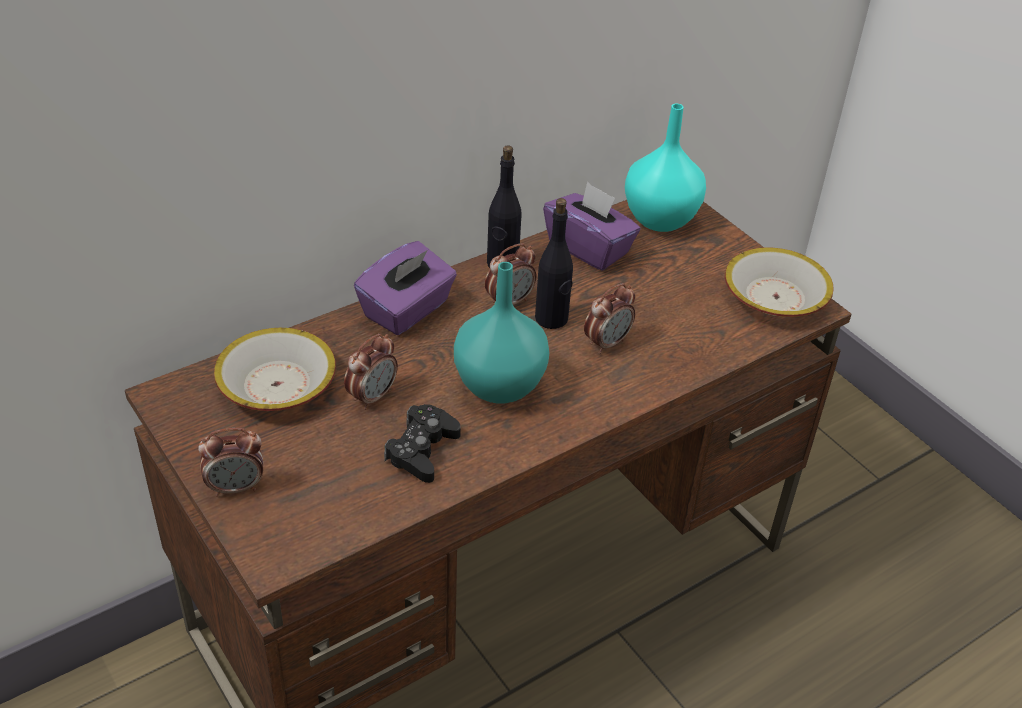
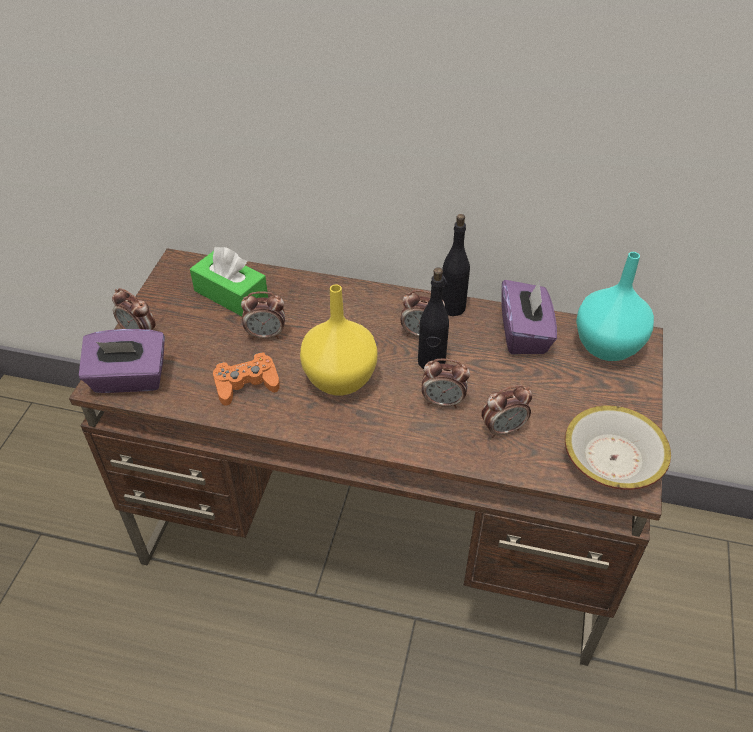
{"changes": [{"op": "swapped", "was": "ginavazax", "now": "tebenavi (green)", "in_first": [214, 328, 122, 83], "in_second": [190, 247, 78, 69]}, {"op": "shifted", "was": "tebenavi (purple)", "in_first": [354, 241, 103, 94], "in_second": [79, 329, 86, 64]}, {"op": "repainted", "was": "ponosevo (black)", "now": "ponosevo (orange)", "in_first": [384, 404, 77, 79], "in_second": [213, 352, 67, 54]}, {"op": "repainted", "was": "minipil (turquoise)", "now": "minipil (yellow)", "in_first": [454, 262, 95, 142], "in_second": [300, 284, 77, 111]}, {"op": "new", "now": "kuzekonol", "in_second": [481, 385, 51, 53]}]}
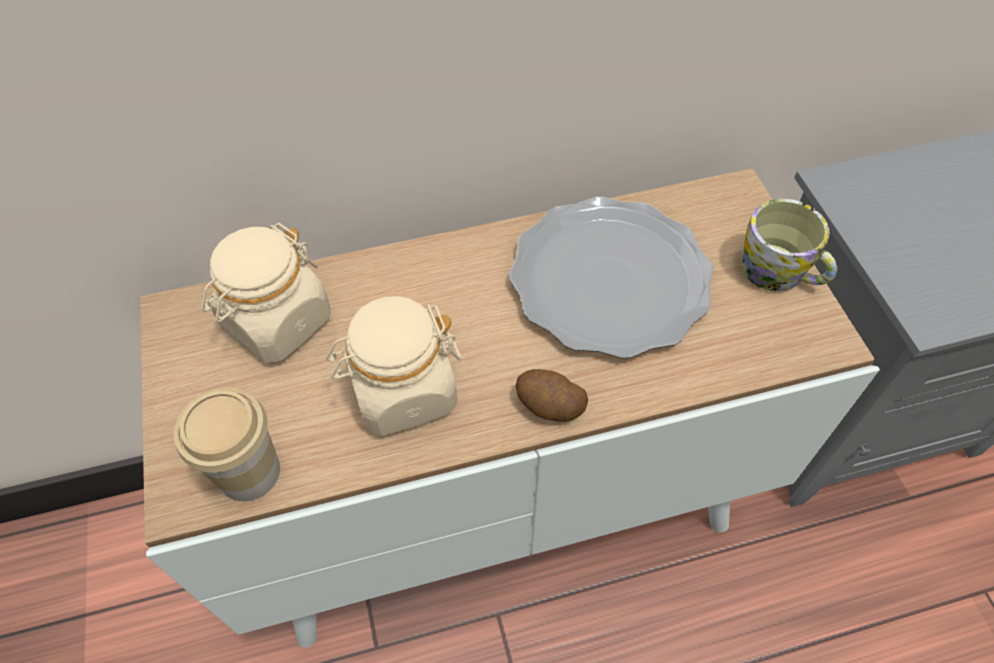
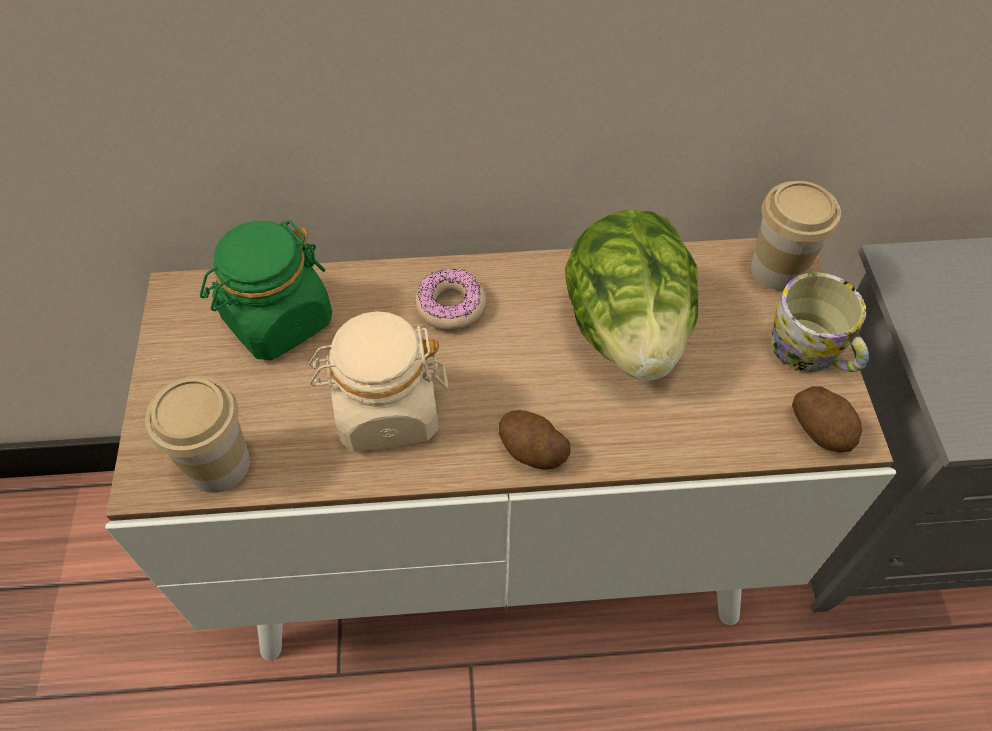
{"changes": [{"op": "repainted", "was": "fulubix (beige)", "now": "fulubix (green)", "in_first": [202, 223, 129, 140], "in_second": [200, 220, 132, 140]}, {"op": "swapped", "was": "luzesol", "now": "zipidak", "in_first": [509, 197, 205, 161], "in_second": [565, 210, 133, 171]}, {"op": "new", "now": "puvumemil", "in_second": [415, 269, 71, 61]}, {"op": "new", "now": "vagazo", "in_second": [751, 181, 90, 110]}, {"op": "new", "now": "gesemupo", "in_second": [792, 386, 70, 66]}]}
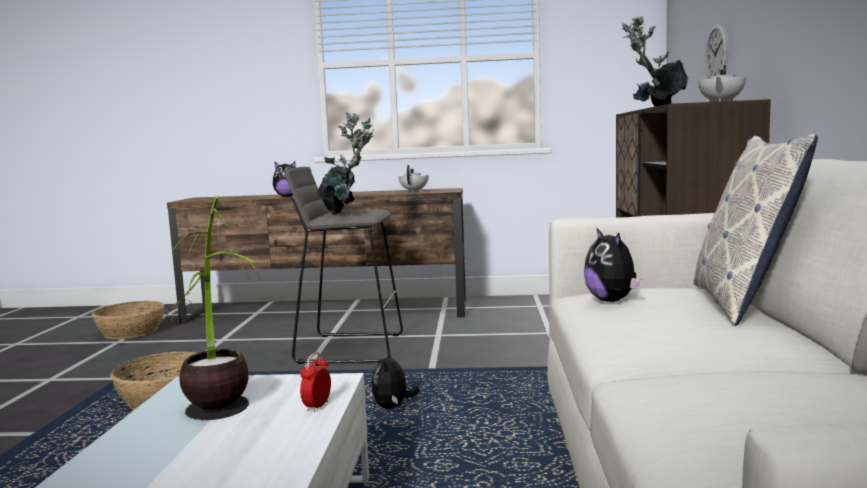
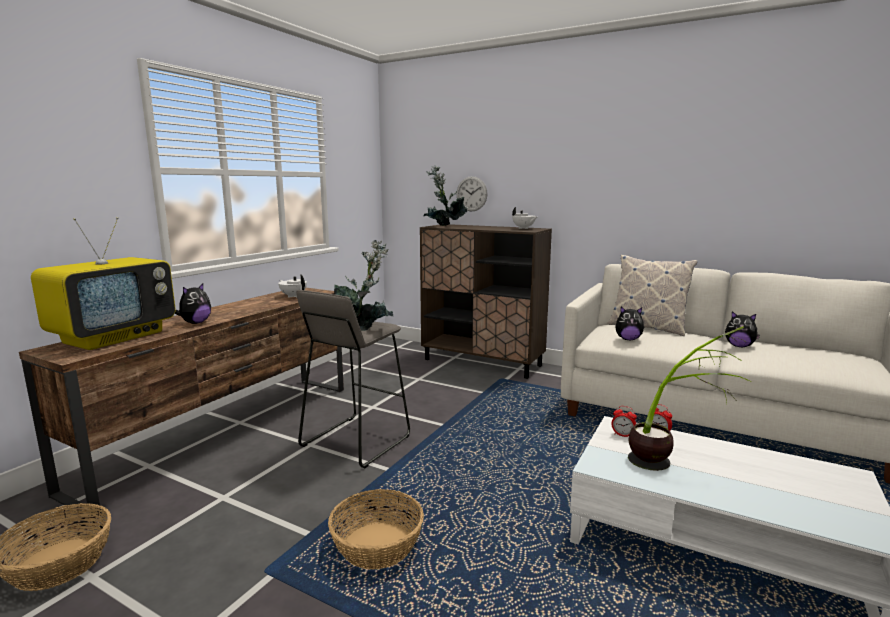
{"changes": [{"op": "shifted", "was": "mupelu", "in_first": [371, 351, 48, 58], "in_second": [725, 311, 35, 36]}, {"op": "new", "now": "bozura", "in_second": [31, 217, 145, 133]}, {"op": "new", "now": "kuzekonol", "in_second": [611, 406, 26, 31]}]}
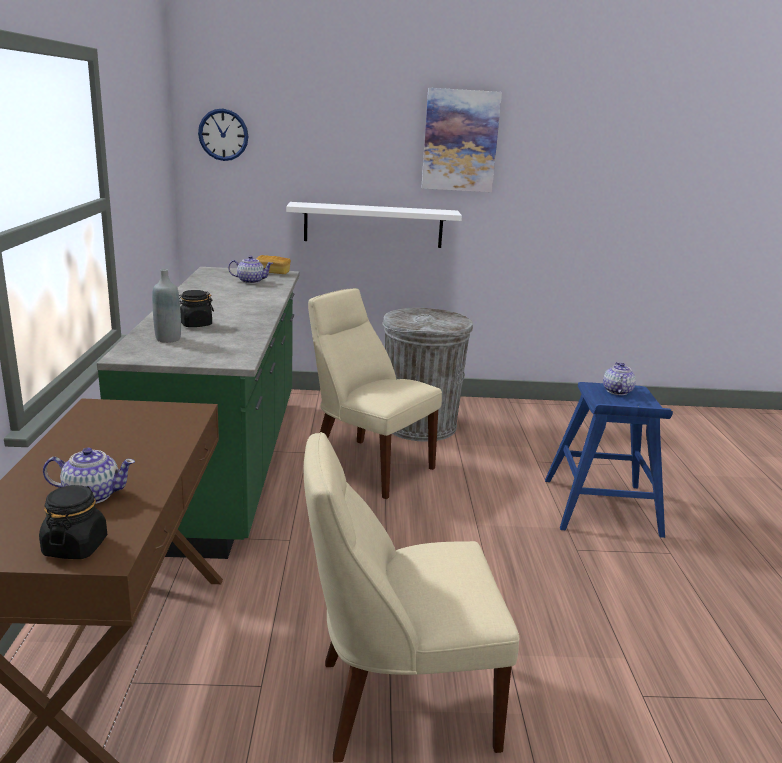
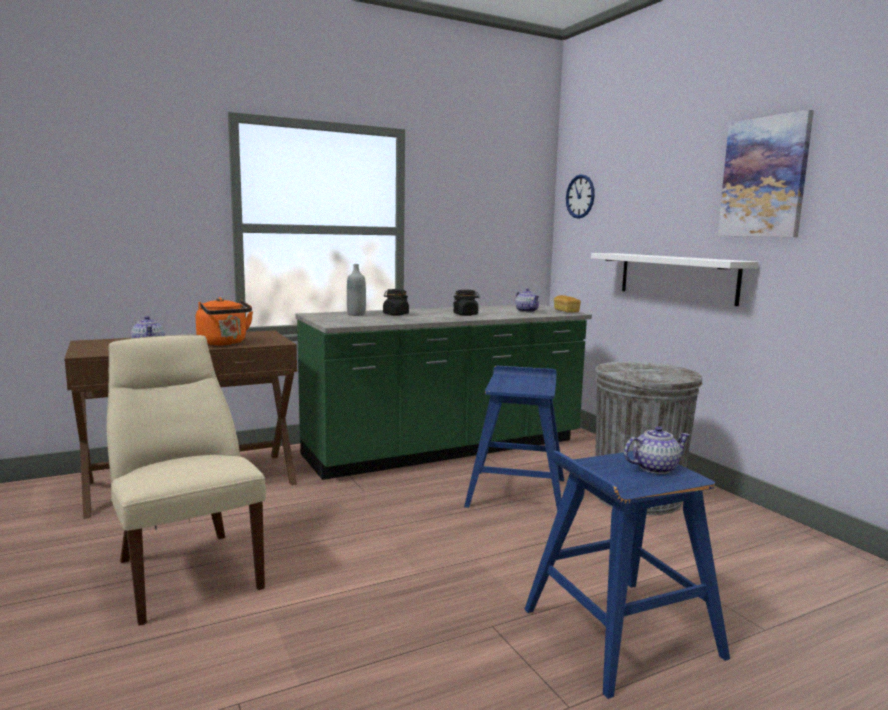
{"changes": [{"op": "shifted", "was": "fulubix (black)", "in_first": [39, 485, 68, 74], "in_second": [453, 290, 27, 26]}, {"op": "swapped", "was": "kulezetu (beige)", "now": "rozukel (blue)", "in_first": [308, 288, 134, 211], "in_second": [464, 366, 100, 145]}, {"op": "new", "now": "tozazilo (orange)", "in_second": [196, 297, 57, 49]}]}
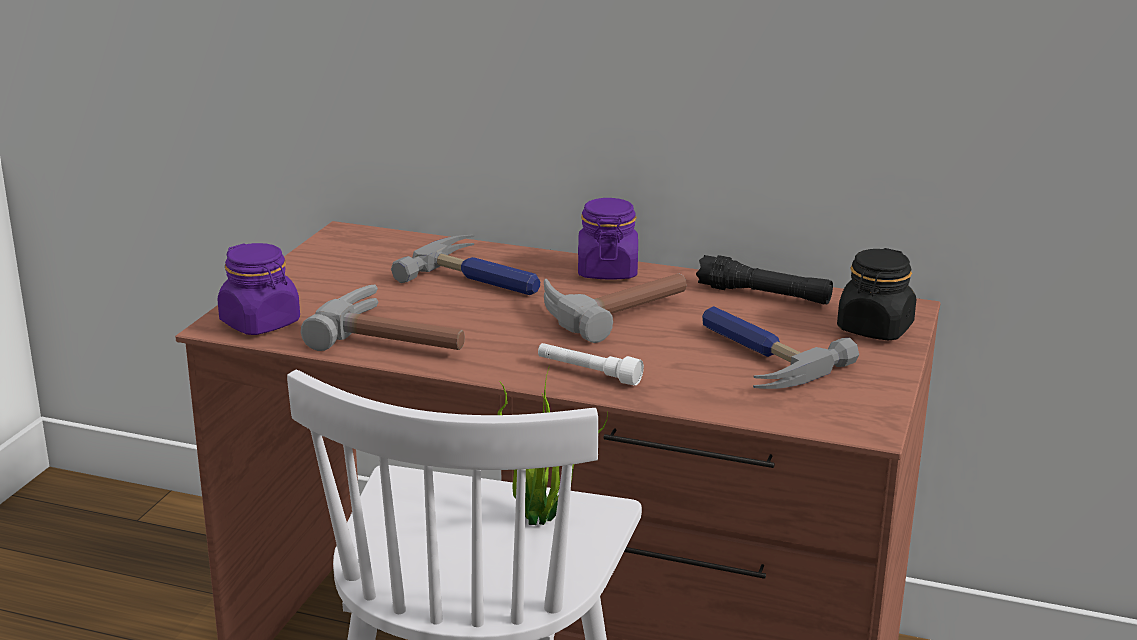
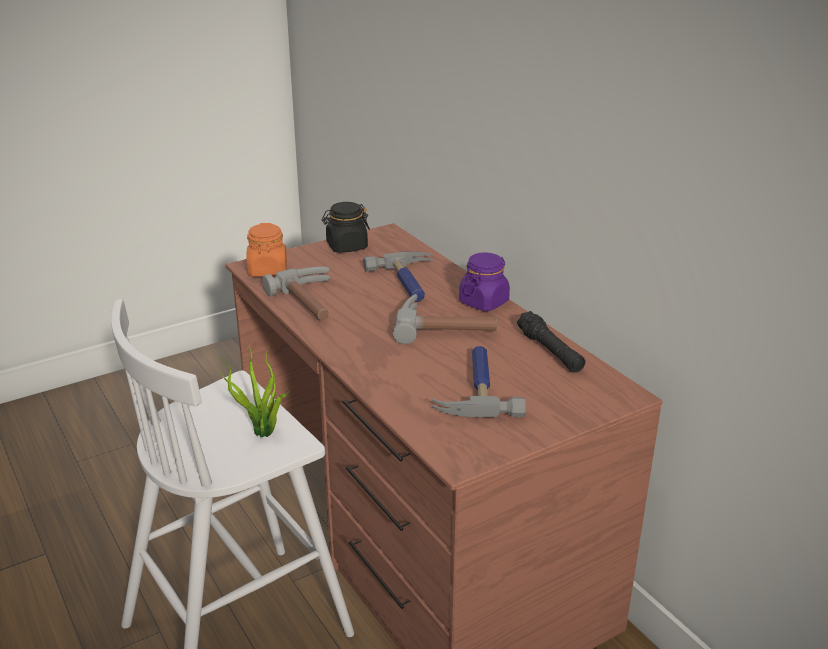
{"changes": [{"op": "repainted", "was": "fulubix (purple)", "now": "fulubix (orange)", "in_first": [218, 243, 82, 92], "in_second": [246, 223, 41, 54]}, {"op": "gone", "was": "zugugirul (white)", "in_first": [538, 343, 106, 43]}, {"op": "shifted", "was": "fulubix (black)", "in_first": [837, 248, 79, 93], "in_second": [322, 202, 48, 51]}]}
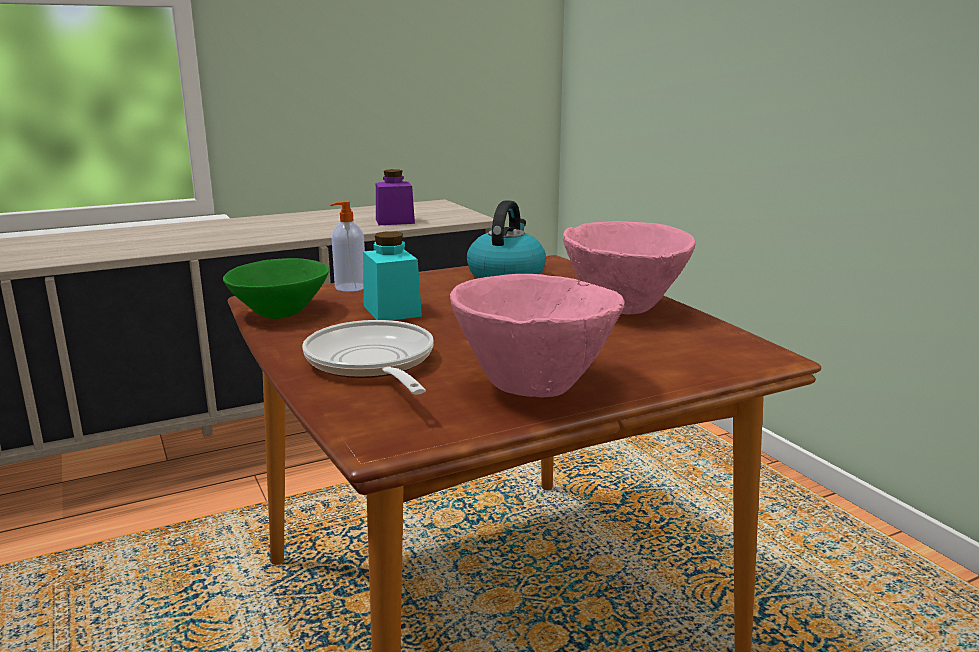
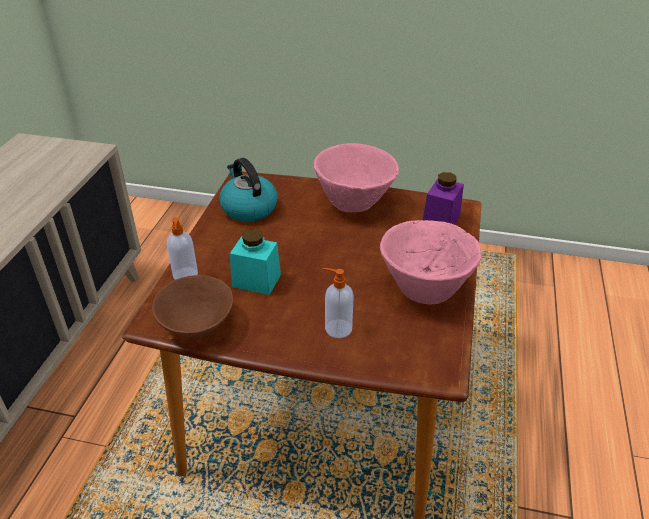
{"changes": [{"op": "repainted", "was": "ginavazax (green)", "now": "ginavazax (brown)", "in_first": [223, 258, 106, 61], "in_second": [152, 275, 81, 63]}, {"op": "swapped", "was": "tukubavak", "now": "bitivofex", "in_first": [302, 320, 132, 74], "in_second": [323, 268, 31, 70]}, {"op": "shifted", "was": "fulubix (purple)", "in_first": [376, 169, 39, 56], "in_second": [423, 172, 41, 53]}]}
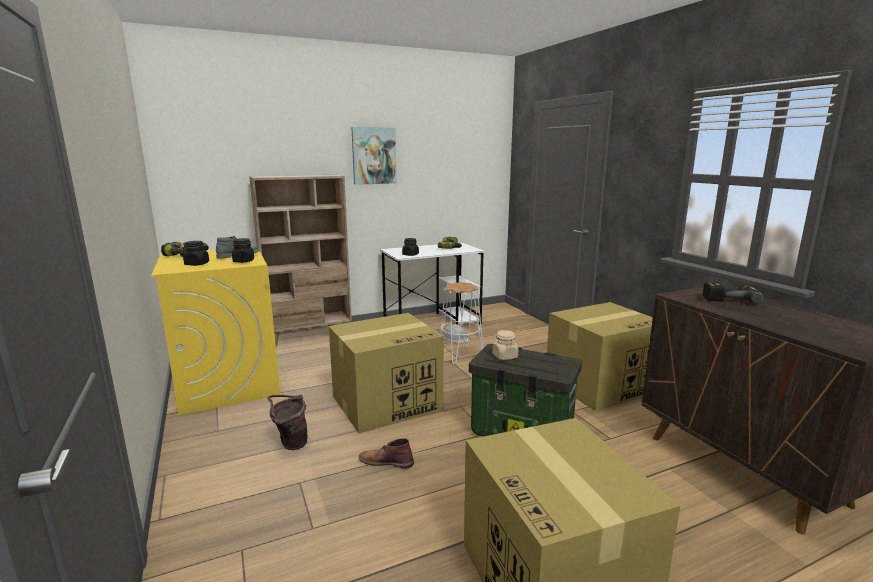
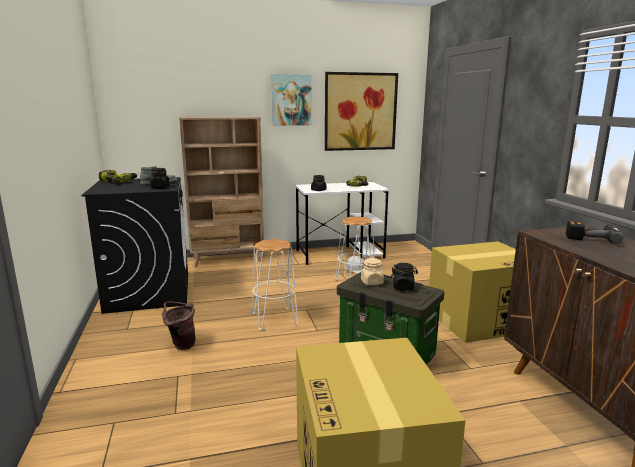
{"changes": [{"op": "repainted", "was": "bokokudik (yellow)", "now": "bokokudik (black)", "in_first": [151, 250, 129, 165], "in_second": [81, 177, 107, 137]}, {"op": "shifted", "was": "fulubix (black)", "in_first": [182, 241, 27, 25], "in_second": [391, 263, 27, 27]}, {"op": "swapped", "was": "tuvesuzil", "now": "rozukel (white)", "in_first": [329, 313, 115, 120], "in_second": [252, 239, 46, 91]}, {"op": "gone", "was": "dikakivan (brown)", "in_first": [359, 438, 55, 31]}, {"op": "new", "now": "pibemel", "in_second": [325, 72, 73, 79]}]}
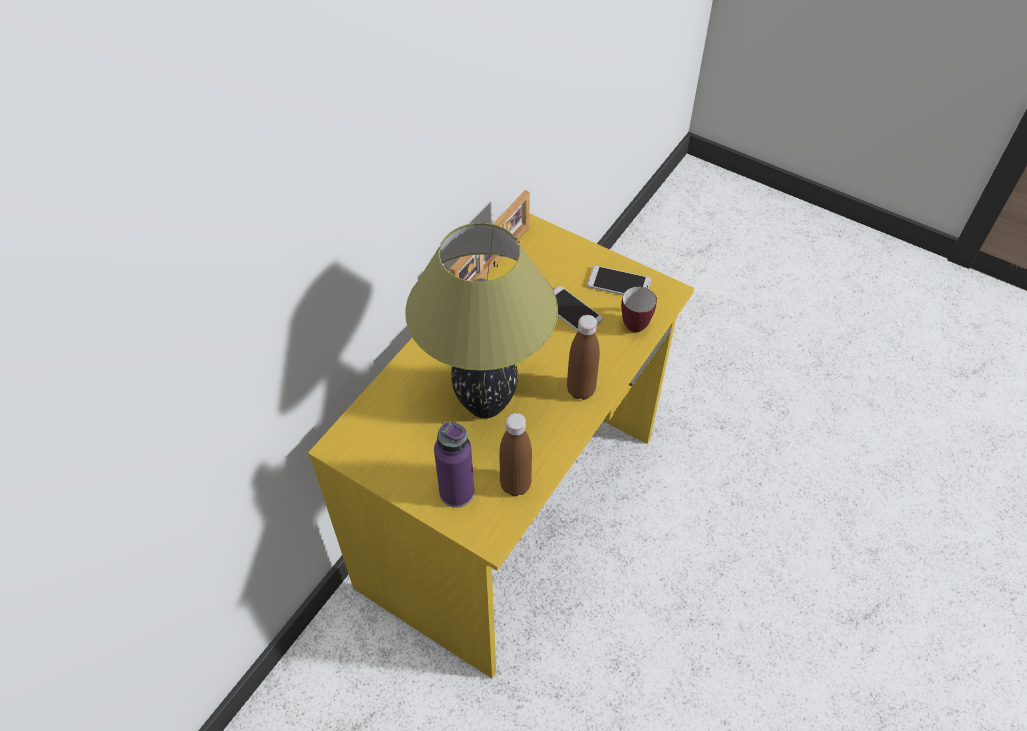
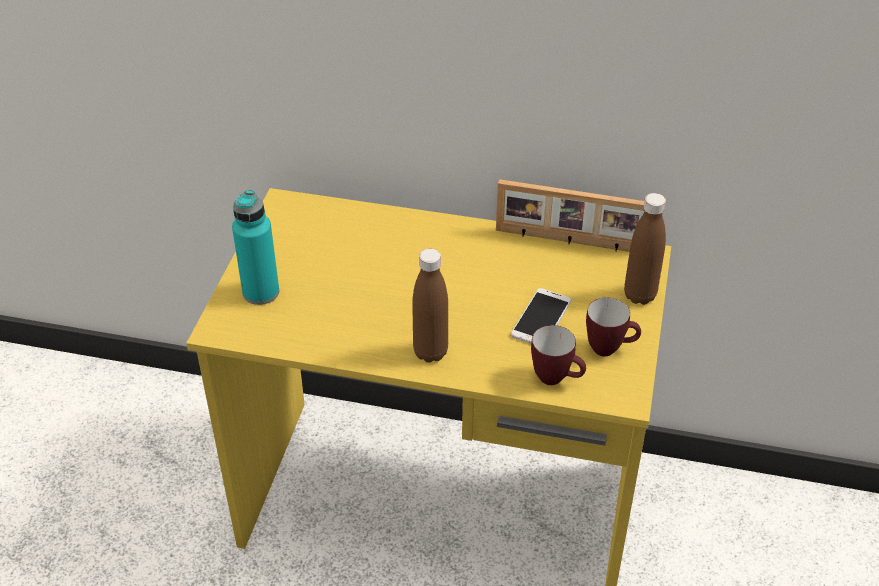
{"changes": [{"op": "gone", "was": "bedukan", "in_first": [405, 223, 153, 195]}, {"op": "repainted", "was": "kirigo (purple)", "now": "kirigo (turquoise)", "in_first": [434, 422, 40, 86], "in_second": [232, 190, 47, 115]}, {"op": "shifted", "was": "kirigo (brown)", "in_first": [499, 413, 33, 83], "in_second": [624, 193, 42, 112]}, {"op": "swapped", "was": "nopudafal", "now": "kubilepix", "in_first": [587, 266, 64, 29], "in_second": [586, 297, 55, 60]}]}
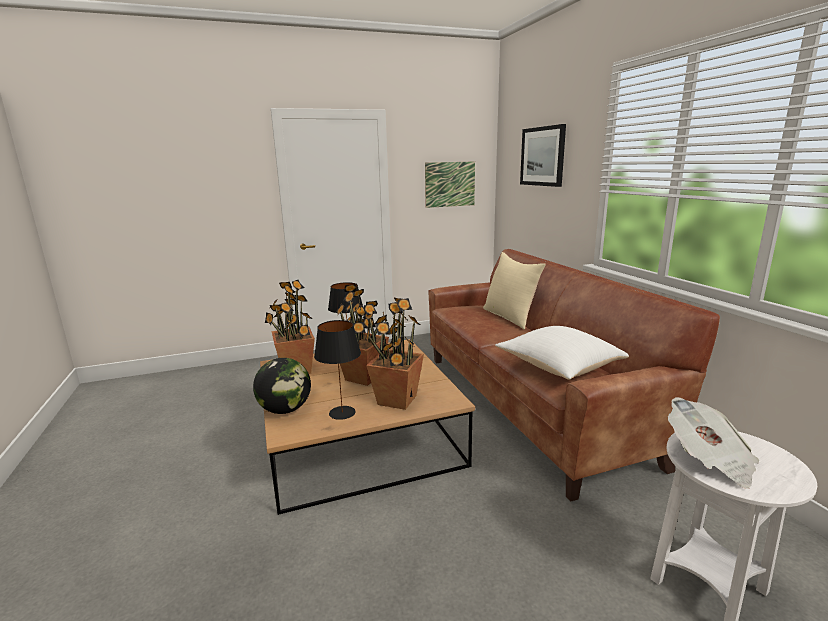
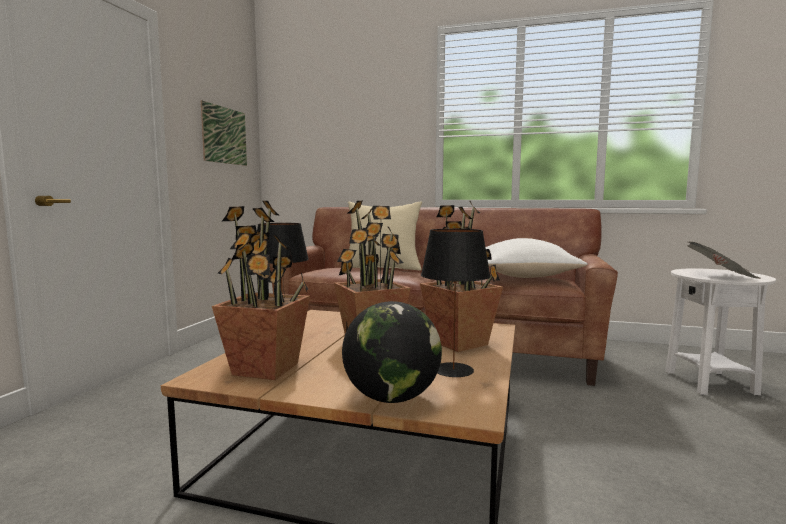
{"changes": [{"op": "gone", "was": "pibemel", "in_first": [520, 124, 46, 63]}]}
